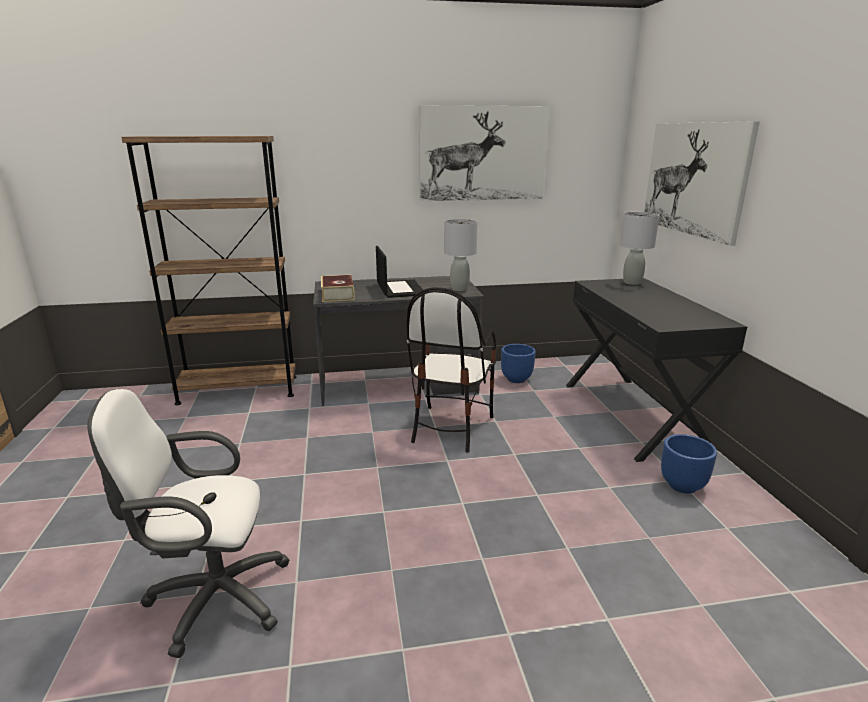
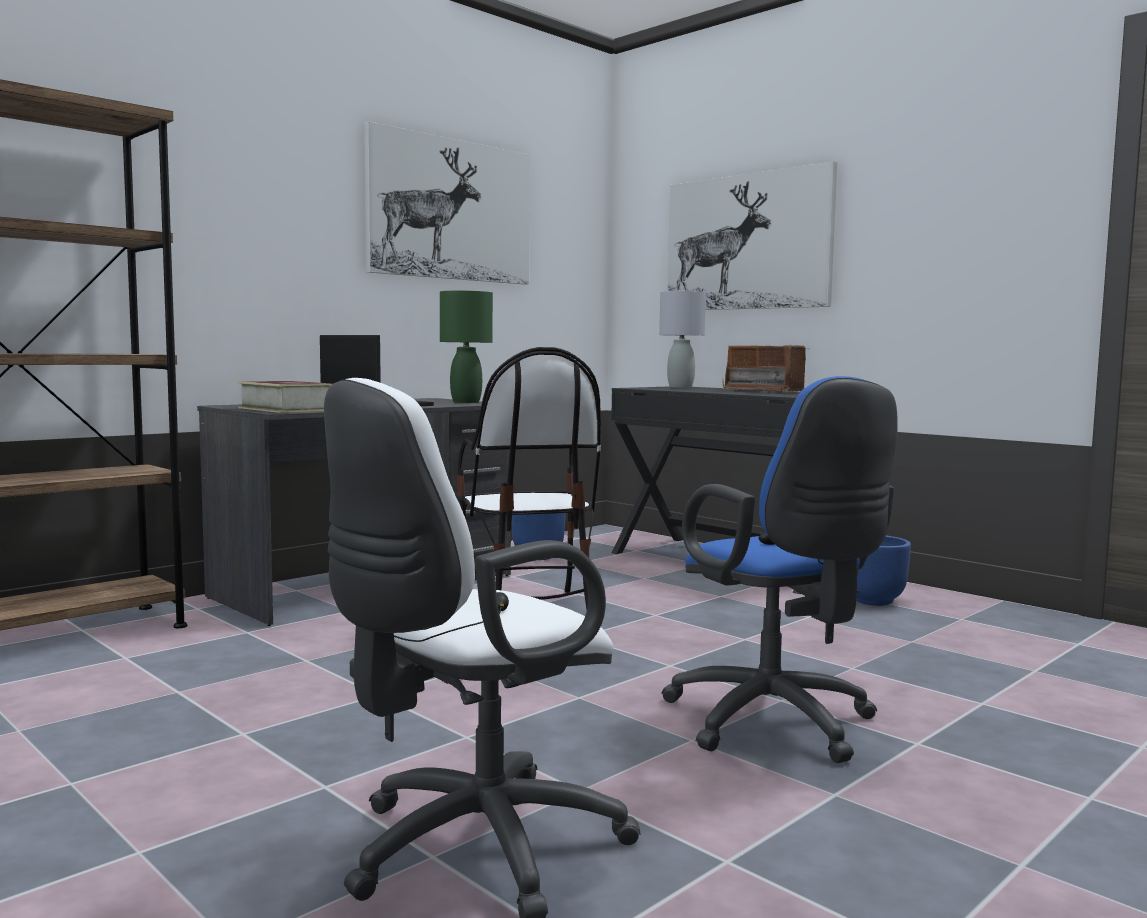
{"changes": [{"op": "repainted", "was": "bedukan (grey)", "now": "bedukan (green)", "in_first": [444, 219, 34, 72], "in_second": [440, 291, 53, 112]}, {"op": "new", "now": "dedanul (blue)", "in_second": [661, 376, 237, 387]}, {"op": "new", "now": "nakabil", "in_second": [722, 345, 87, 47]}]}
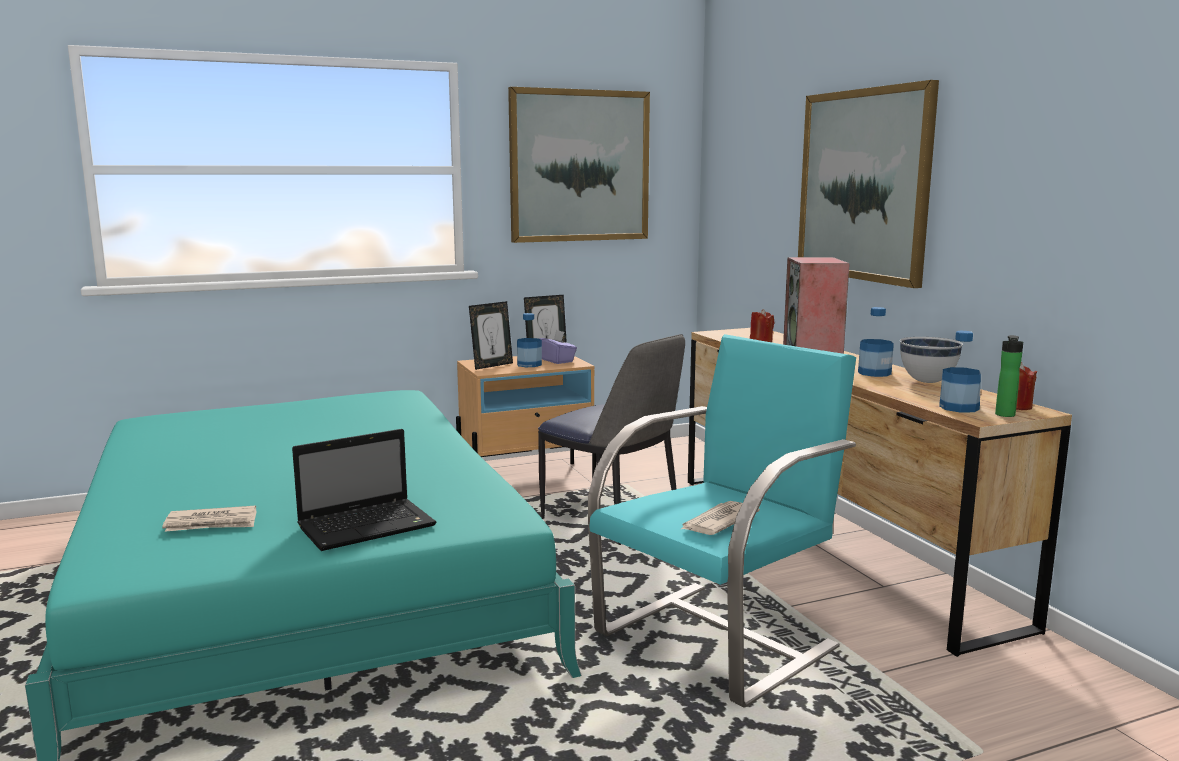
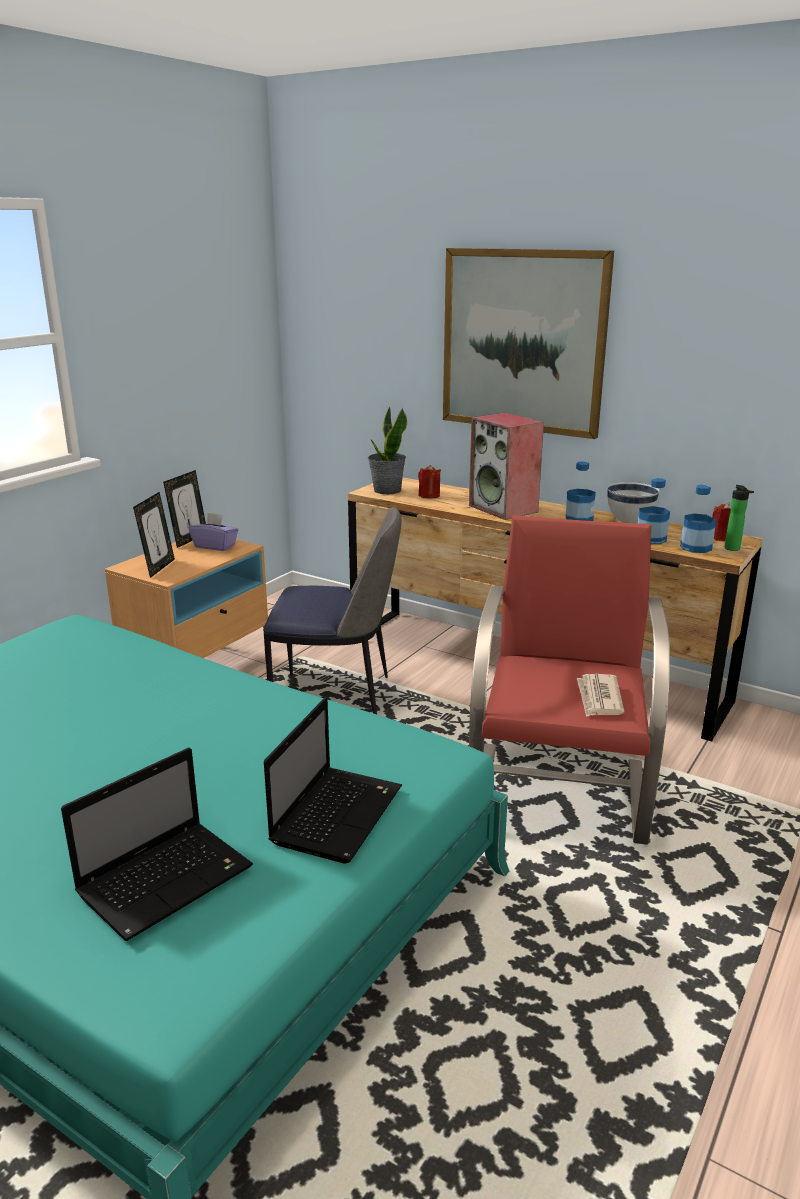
{"changes": [{"op": "swapped", "was": "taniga", "now": "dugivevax", "in_first": [162, 506, 95, 26], "in_second": [61, 747, 192, 194]}, {"op": "gone", "was": "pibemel", "in_first": [508, 87, 142, 156]}, {"op": "shifted", "was": "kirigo", "in_first": [517, 313, 25, 54], "in_second": [637, 478, 33, 66]}, {"op": "repainted", "was": "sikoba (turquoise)", "now": "sikoba (red)", "in_first": [588, 334, 268, 374], "in_second": [469, 515, 201, 330]}, {"op": "new", "now": "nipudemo", "in_second": [368, 407, 39, 87]}]}
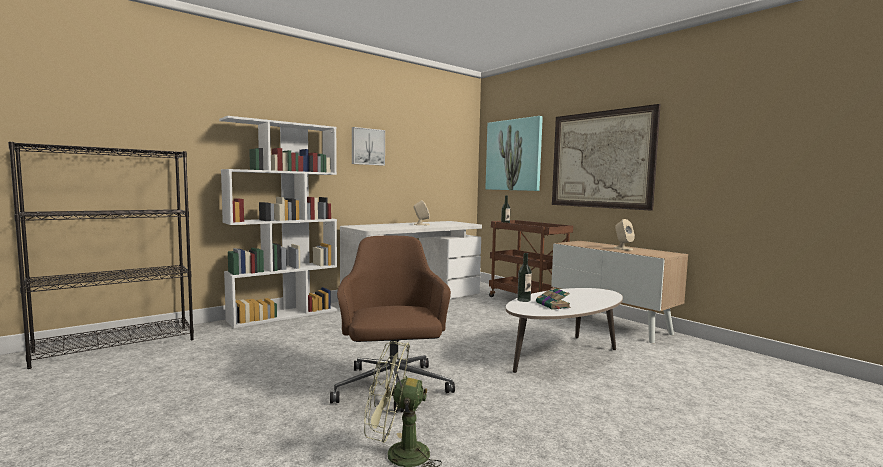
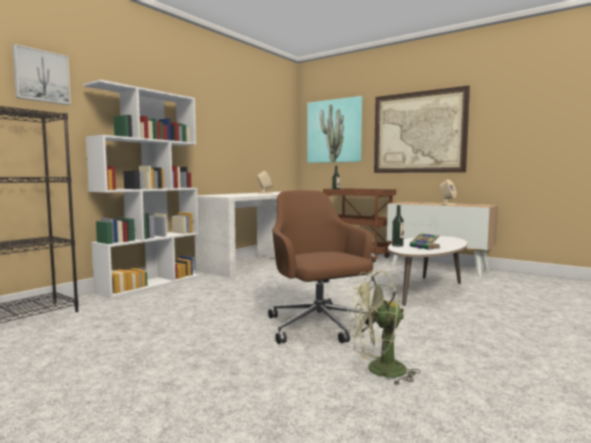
{"changes": [{"op": "shifted", "was": "pibemel", "in_first": [352, 127, 33, 39], "in_second": [12, 44, 59, 61]}]}
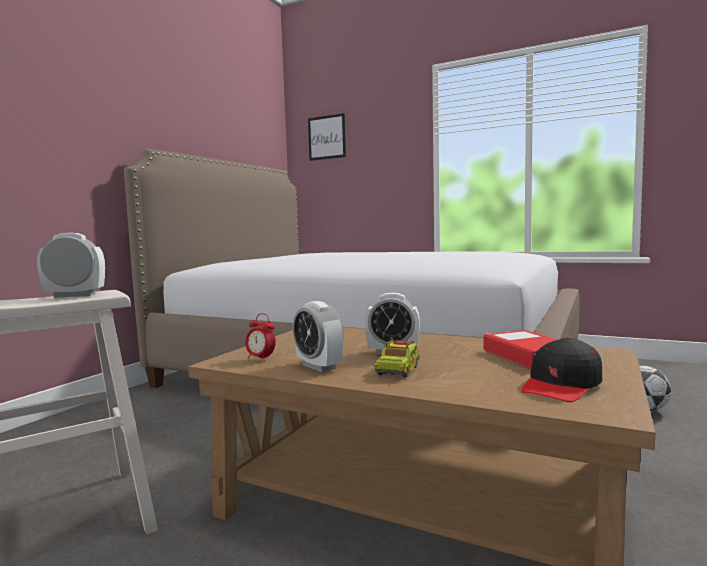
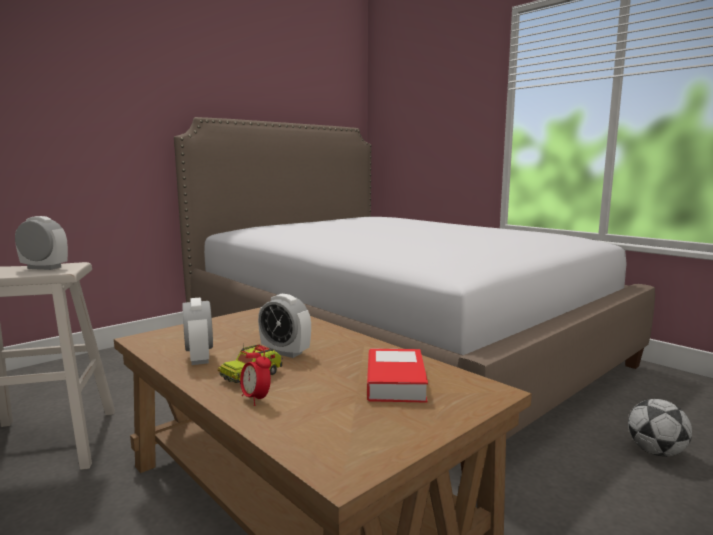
{"changes": [{"op": "shifted", "was": "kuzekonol", "in_first": [245, 313, 31, 49], "in_second": [240, 345, 31, 61]}, {"op": "gone", "was": "pibemel", "in_first": [308, 113, 38, 48]}, {"op": "gone", "was": "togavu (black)", "in_first": [521, 337, 81, 65]}]}
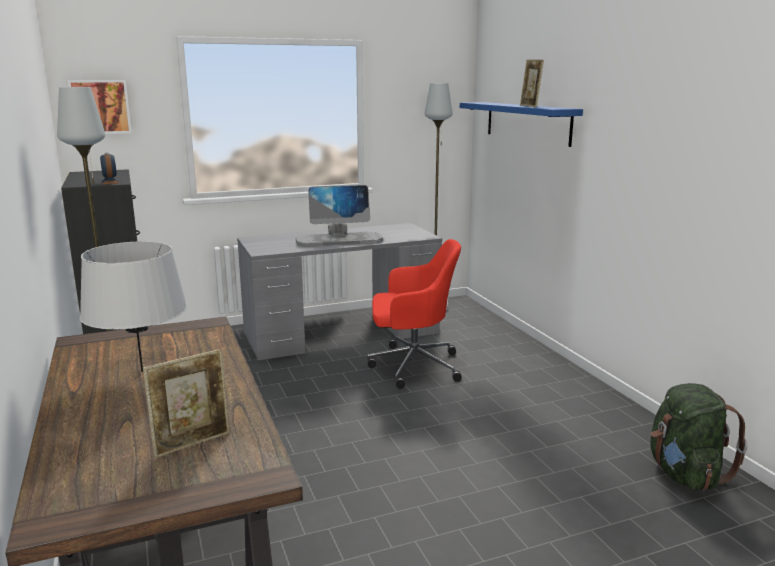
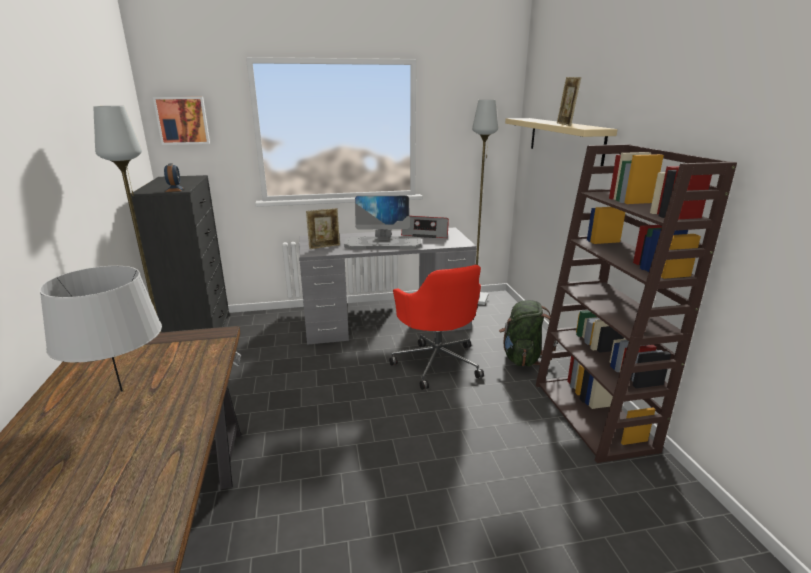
{"changes": [{"op": "shifted", "was": "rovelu", "in_first": [143, 349, 87, 109], "in_second": [306, 208, 34, 41]}, {"op": "rotated", "was": "dedanul (red)", "in_first": [367, 239, 95, 150], "in_second": [389, 265, 95, 125], "clockwise": 60}, {"op": "repainted", "was": "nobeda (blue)", "now": "nobeda (beige)", "in_first": [460, 102, 123, 45], "in_second": [505, 118, 113, 48]}, {"op": "shifted", "was": "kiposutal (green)", "in_first": [650, 383, 97, 107], "in_second": [499, 300, 58, 66]}, {"op": "new", "now": "nakabil", "in_second": [401, 216, 48, 22]}, {"op": "new", "now": "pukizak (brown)", "in_second": [536, 144, 201, 319]}]}
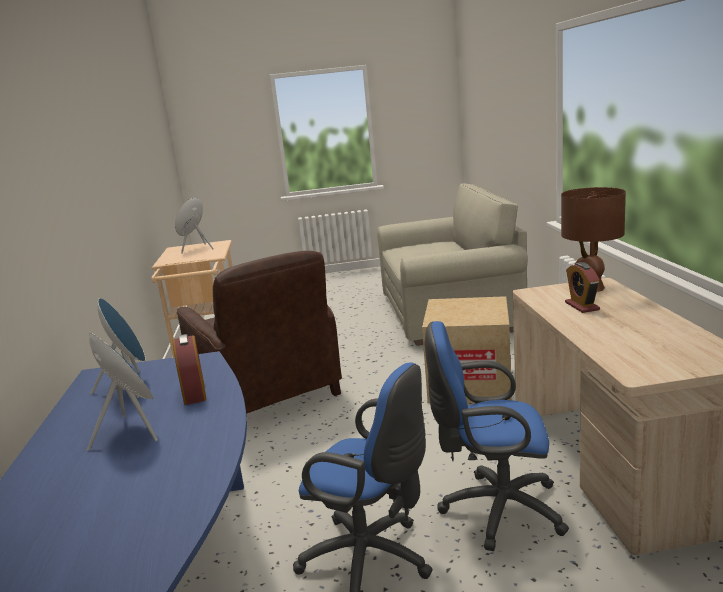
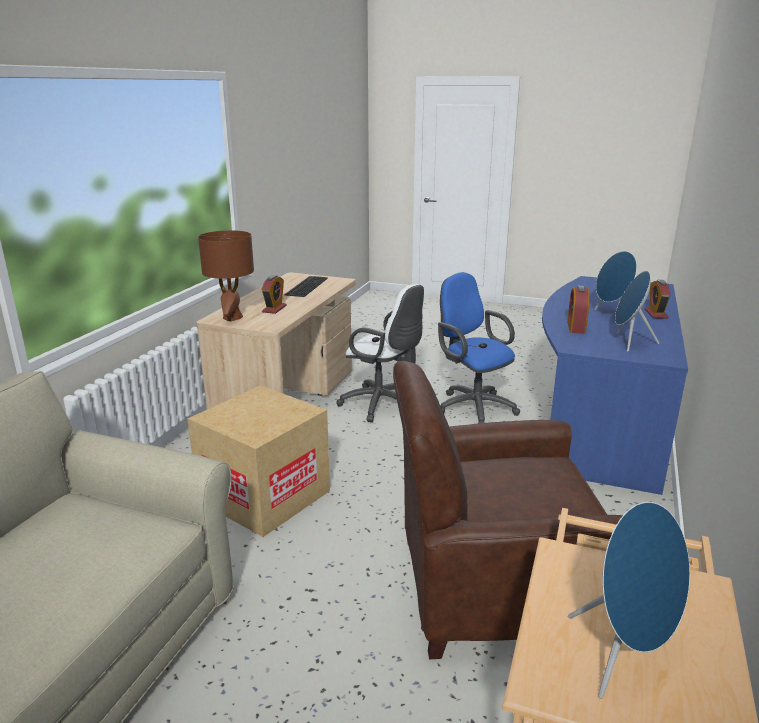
{"changes": [{"op": "rotated", "was": "sikoba (brown)", "in_first": [177, 251, 165, 163], "in_second": [393, 361, 230, 298], "clockwise": -90}, {"op": "repainted", "was": "dedanul (blue)", "now": "dedanul (white)", "in_first": [425, 321, 144, 230], "in_second": [337, 284, 87, 138]}, {"op": "new", "now": "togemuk", "in_second": [284, 276, 44, 21]}, {"op": "new", "now": "kuzekonol", "in_second": [645, 280, 26, 39]}]}
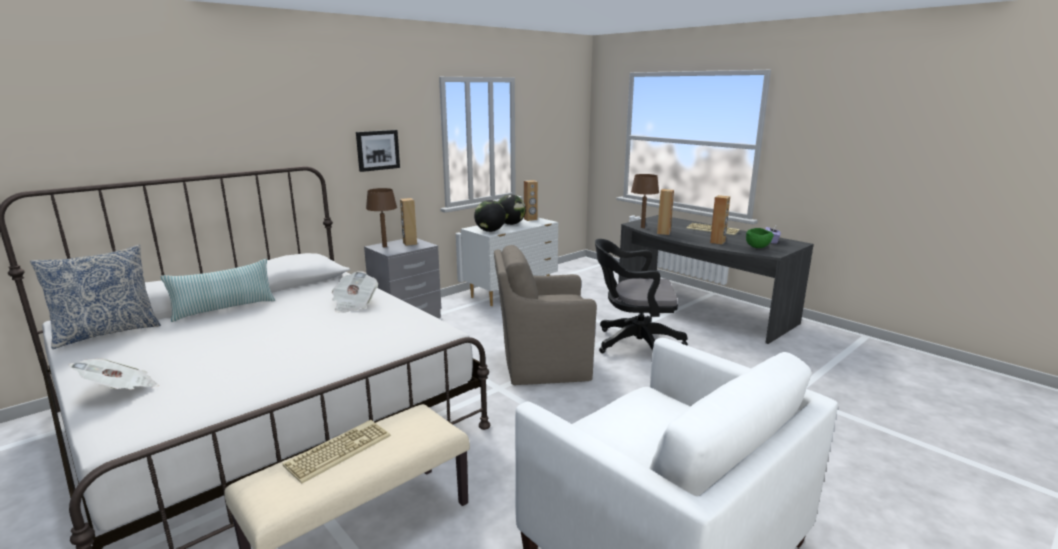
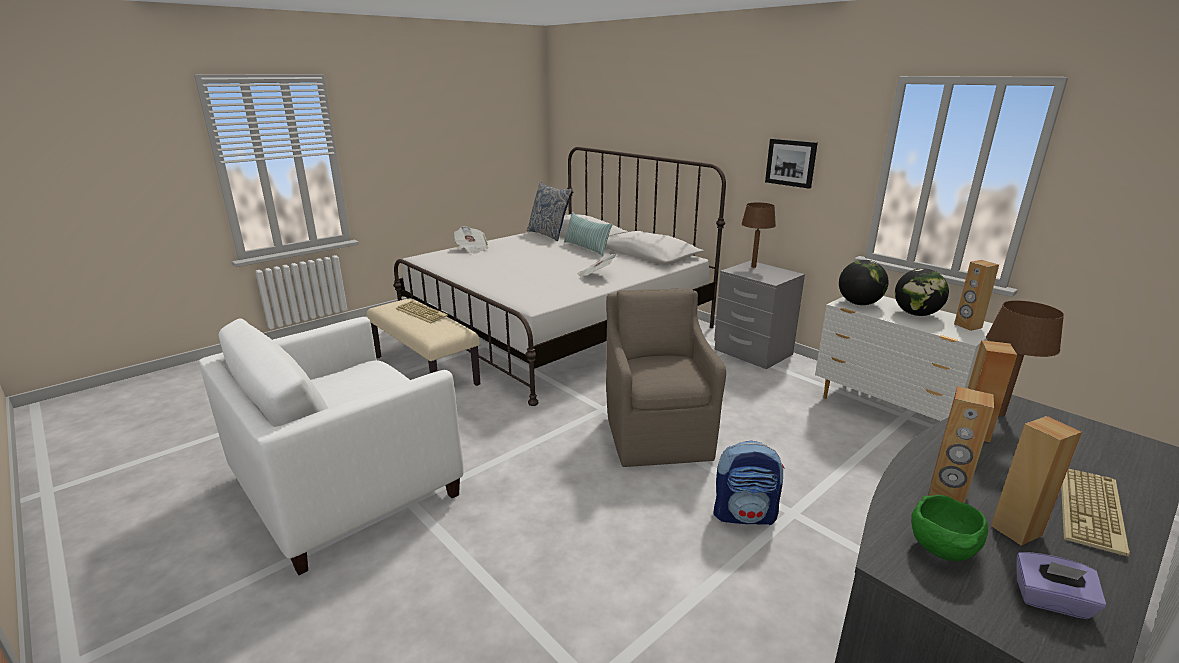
{"changes": [{"op": "shifted", "was": "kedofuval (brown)", "in_first": [400, 198, 17, 48], "in_second": [991, 416, 91, 130]}, {"op": "swapped", "was": "dedanul (black)", "now": "kiposutal", "in_first": [595, 239, 93, 114], "in_second": [713, 441, 71, 84]}]}
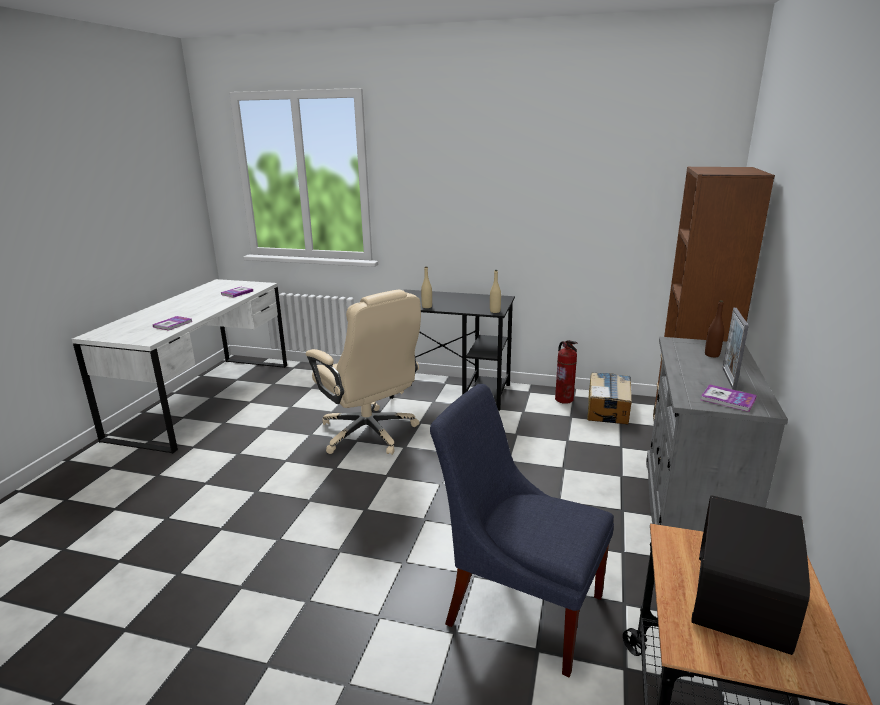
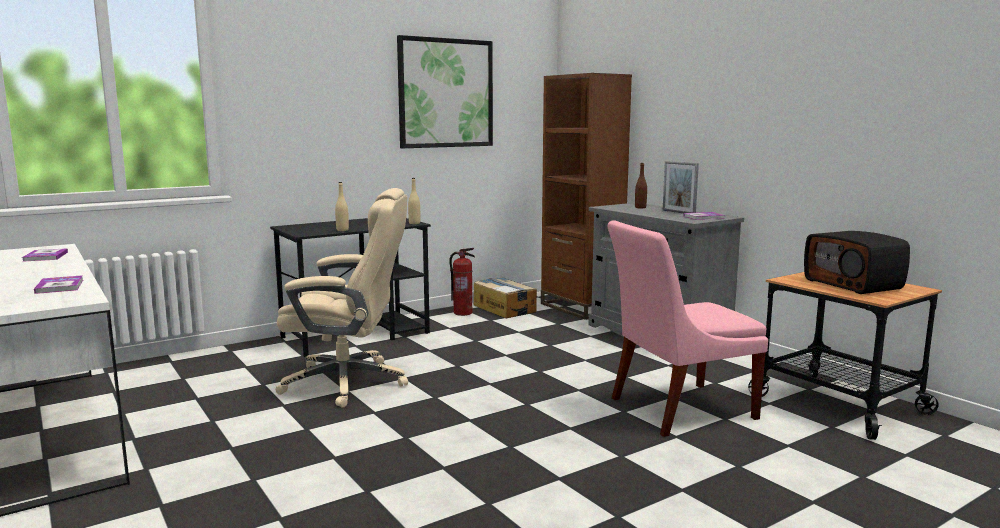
{"changes": [{"op": "repainted", "was": "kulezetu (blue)", "now": "kulezetu (pink)", "in_first": [430, 384, 184, 293], "in_second": [608, 220, 160, 217]}, {"op": "new", "now": "pibemel", "in_second": [397, 35, 96, 113]}]}
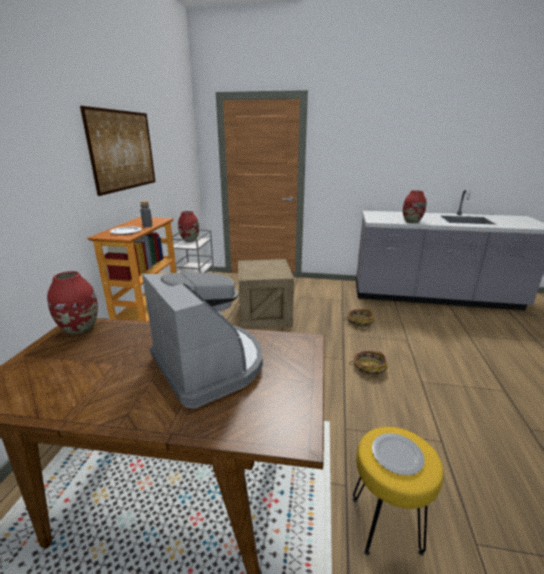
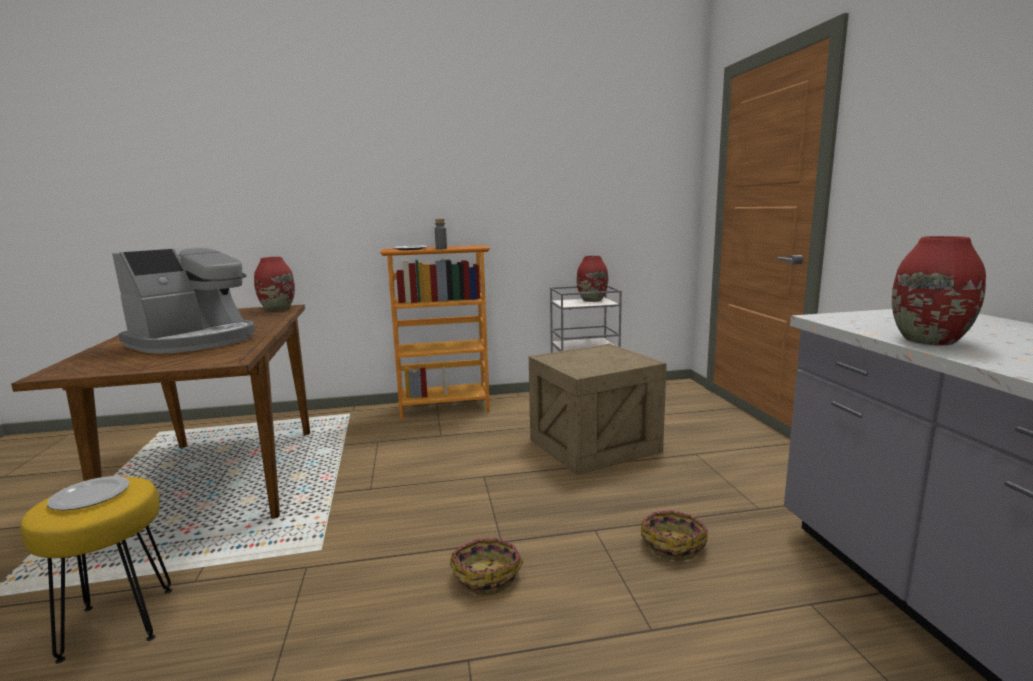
{"changes": [{"op": "gone", "was": "pibemel", "in_first": [80, 106, 76, 90]}]}
